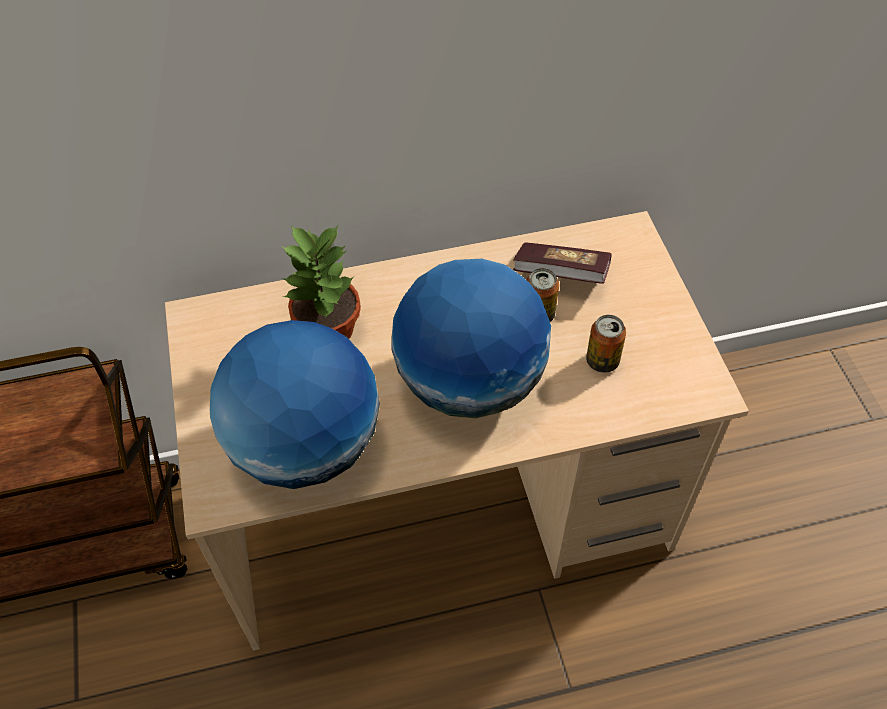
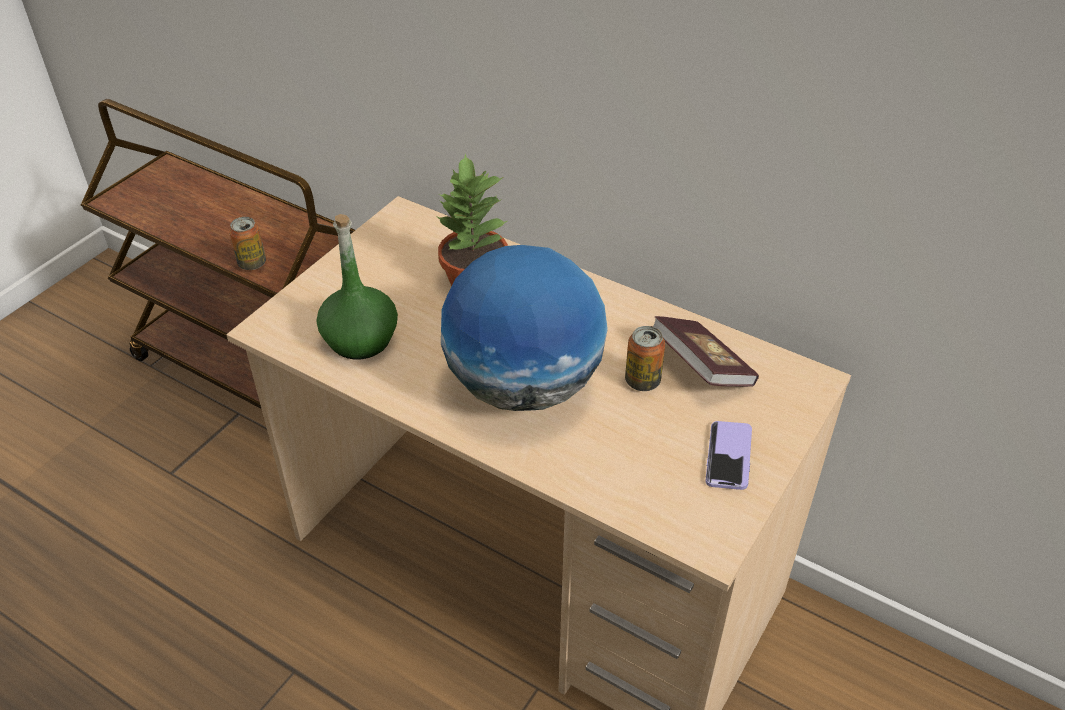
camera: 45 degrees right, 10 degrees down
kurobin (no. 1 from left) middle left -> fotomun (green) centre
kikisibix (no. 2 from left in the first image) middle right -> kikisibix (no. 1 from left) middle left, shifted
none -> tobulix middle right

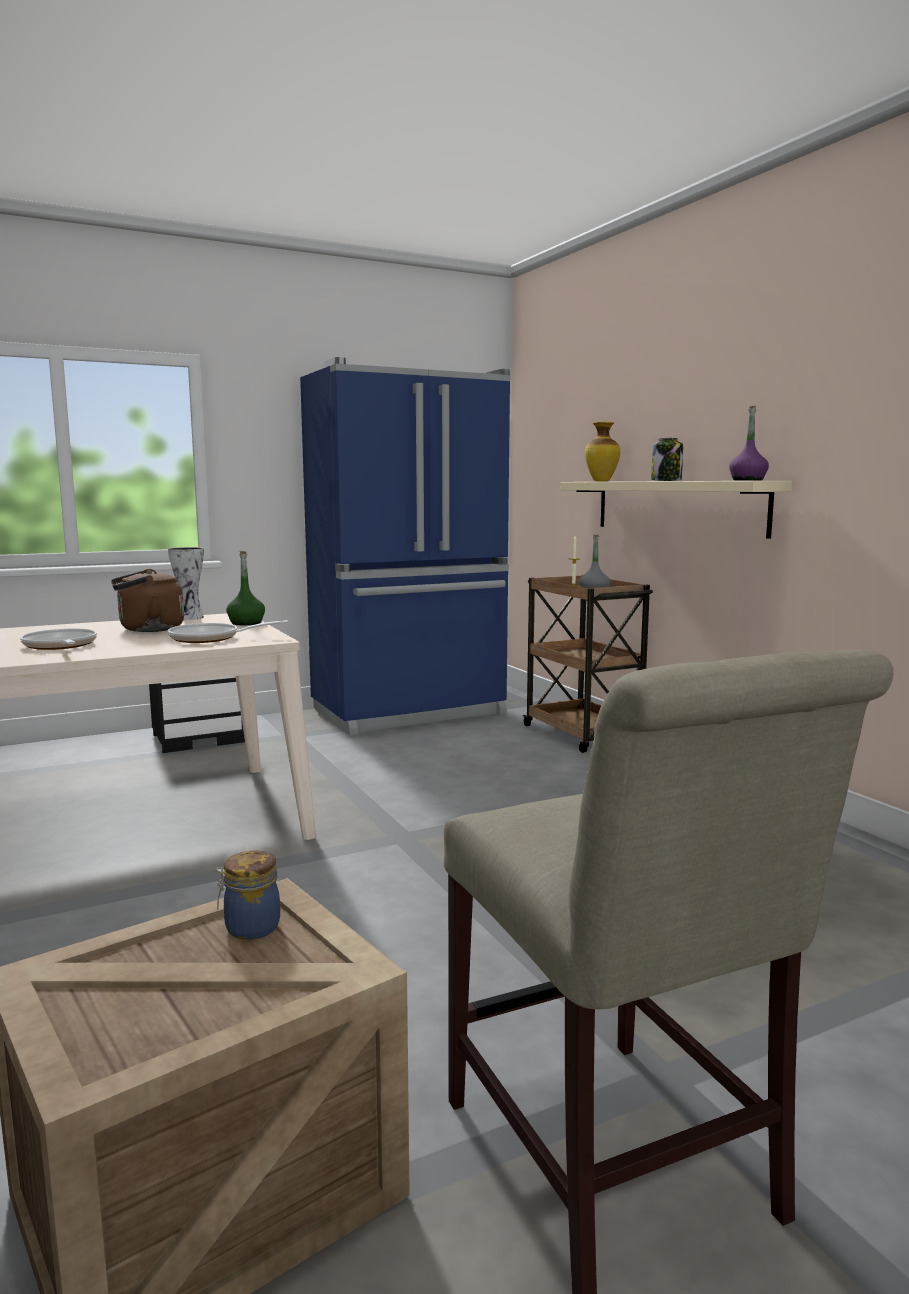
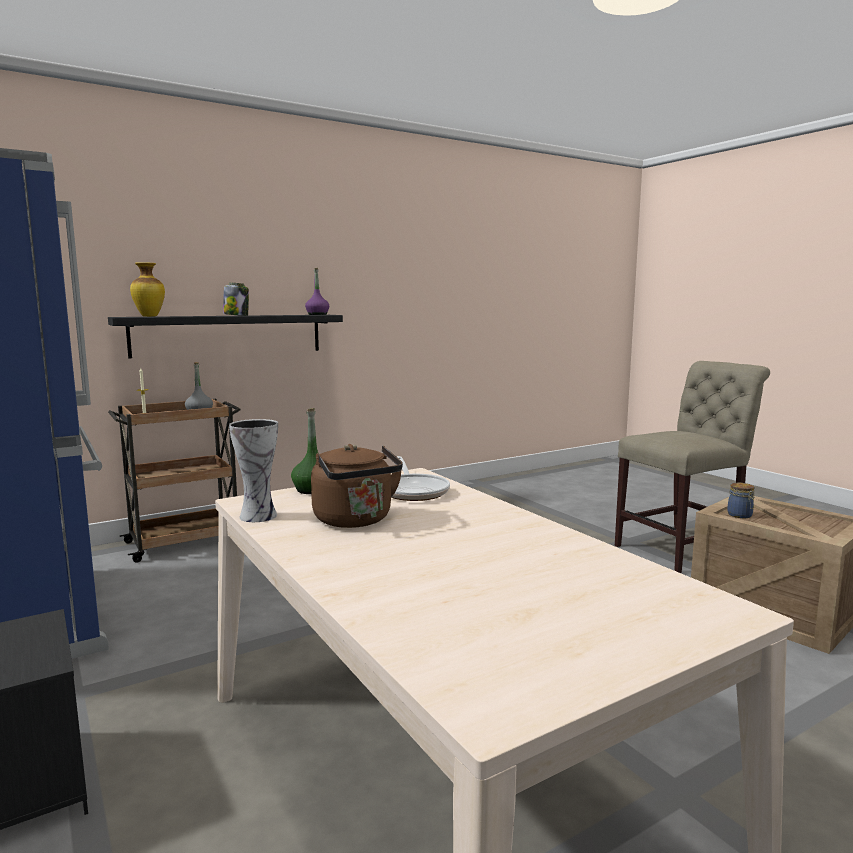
camera: 95 degrees left, 0 degrees up
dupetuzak (no. 1 from left) middle left -> none
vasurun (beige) middle right -> vasurun (black) middle left

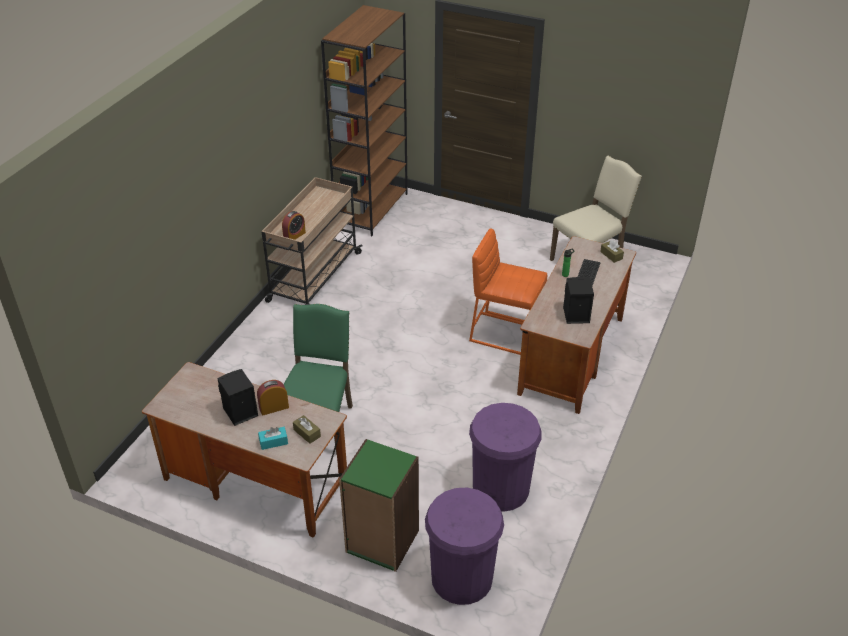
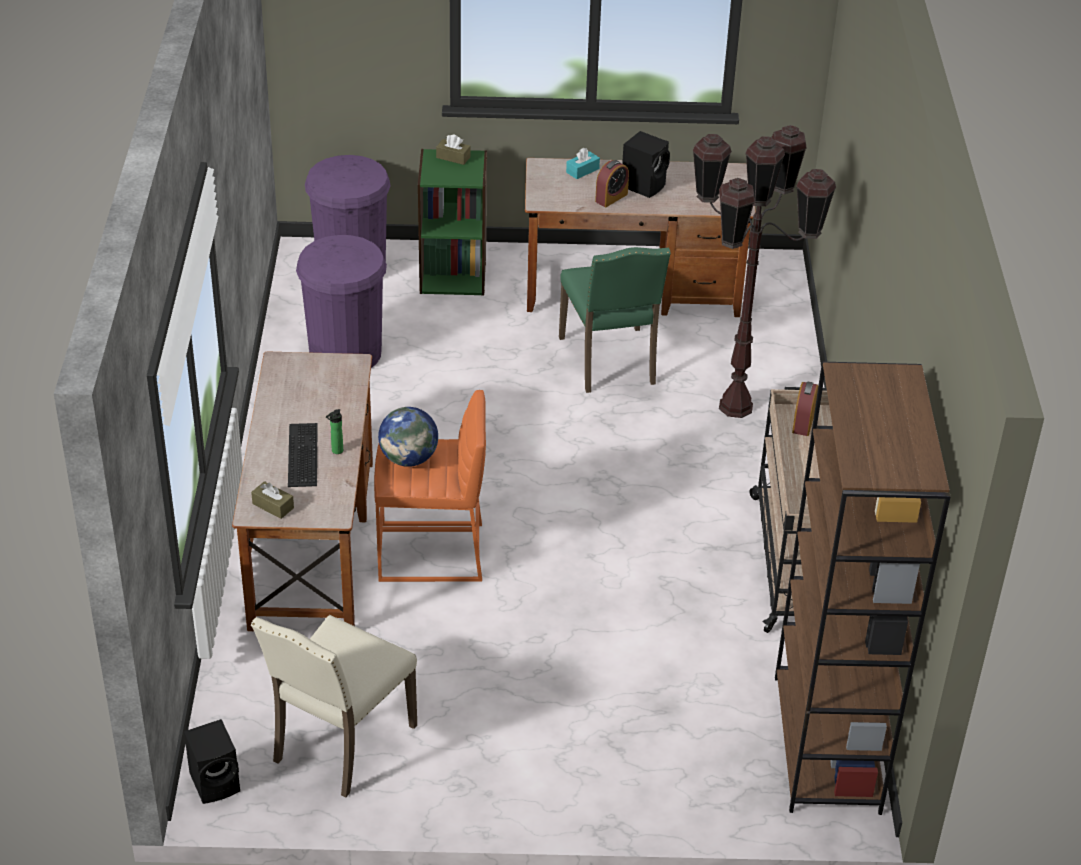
camera: 155 degrees right, 0 degrees up
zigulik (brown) (no. 1 from left in the first image) bottom centre -> zigulik (brown) (no. 2 from left) top centre, shifted
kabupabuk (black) (no. 2 from left in the first image) middle right -> kabupabuk (black) (no. 1 from left) bottom left, shifted
none -> kurobin centre
none -> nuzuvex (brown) top right

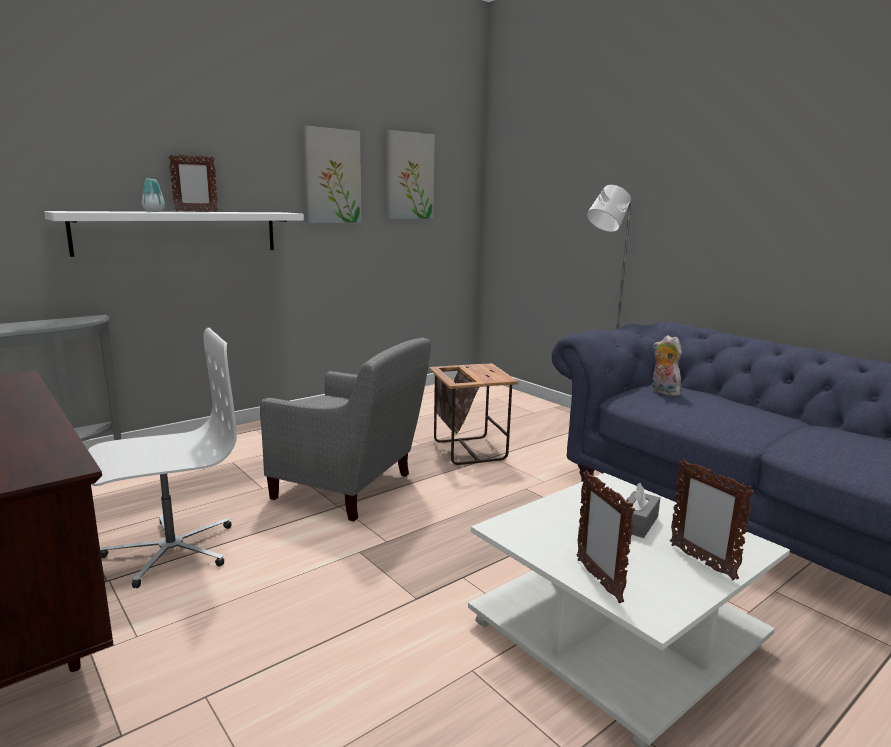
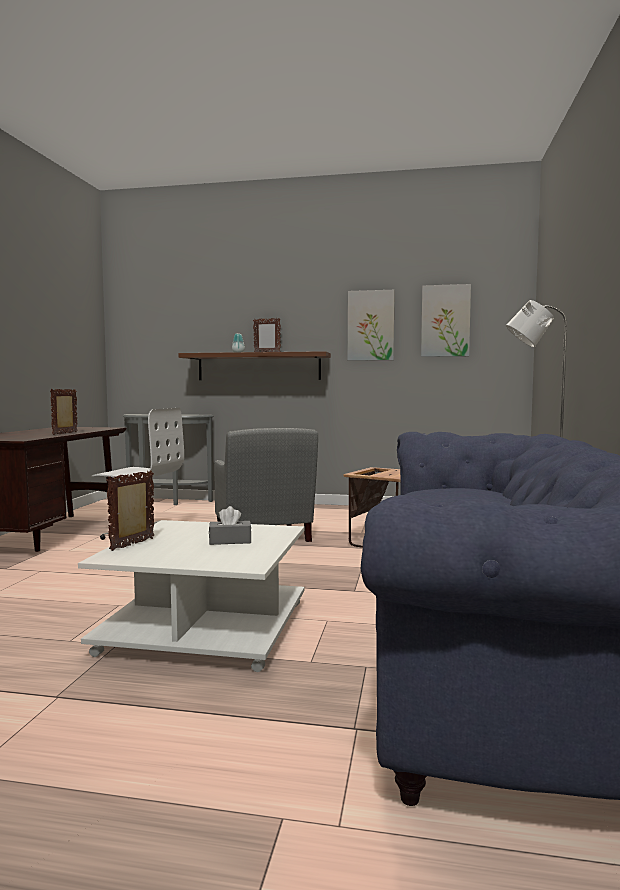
camera: 50 degrees right, 10 degrees down
vasurun (white) top left -> vasurun (brown) centre
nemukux middle right -> none
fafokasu (no. 3 from left in the first image) bottom right -> fafokasu (no. 1 from left) middle left, shifted

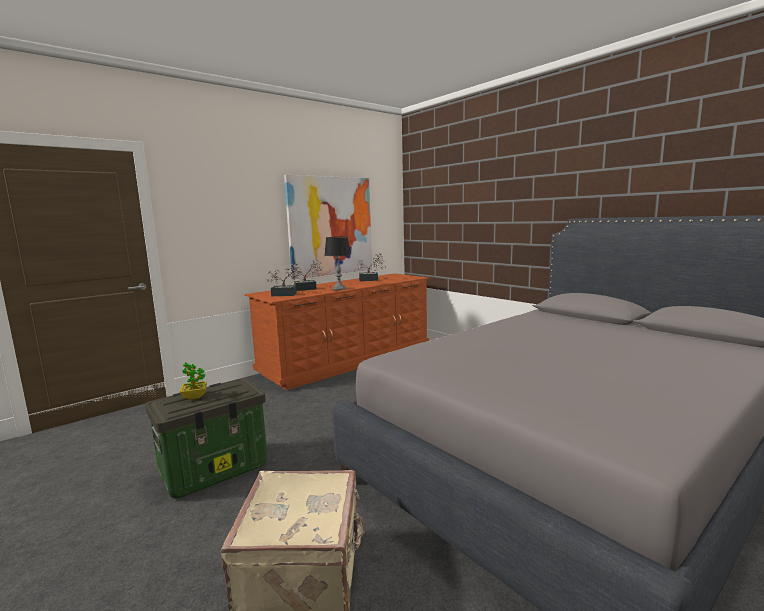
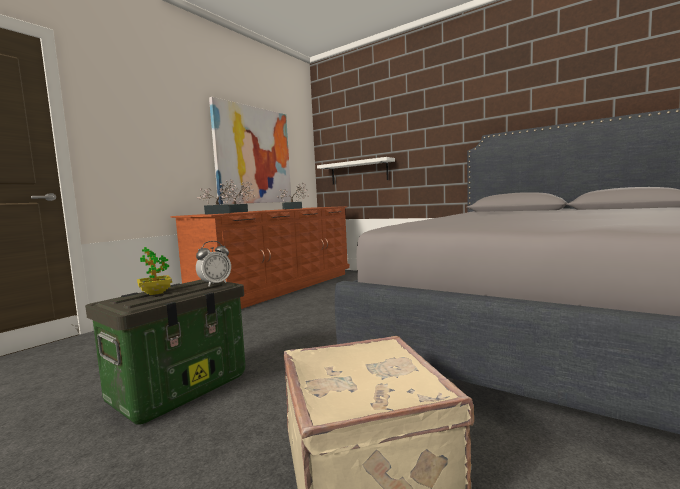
camera: 15 degrees left, 5 degrees down
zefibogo centre -> none
none -> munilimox middle left
none -> vasurun (white) centre

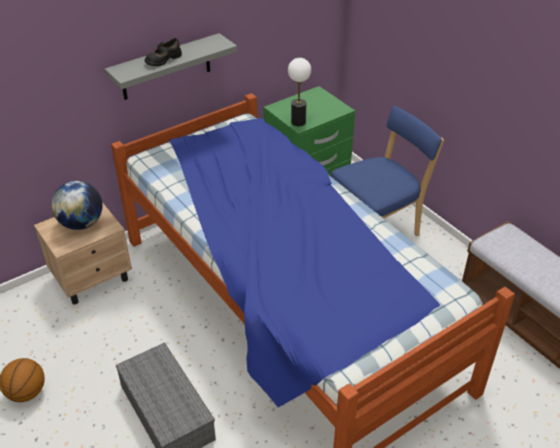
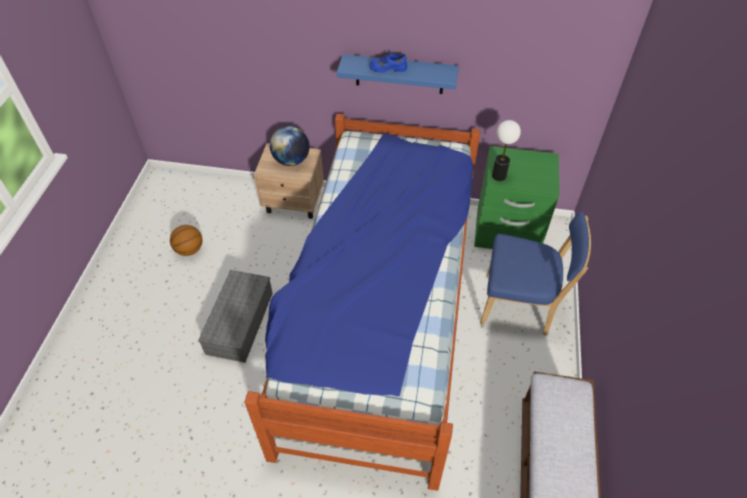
camera: 45 degrees right, 10 degrees up
vasurun (grey) top left -> vasurun (blue) top centre
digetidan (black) top left -> digetidan (blue) top centre

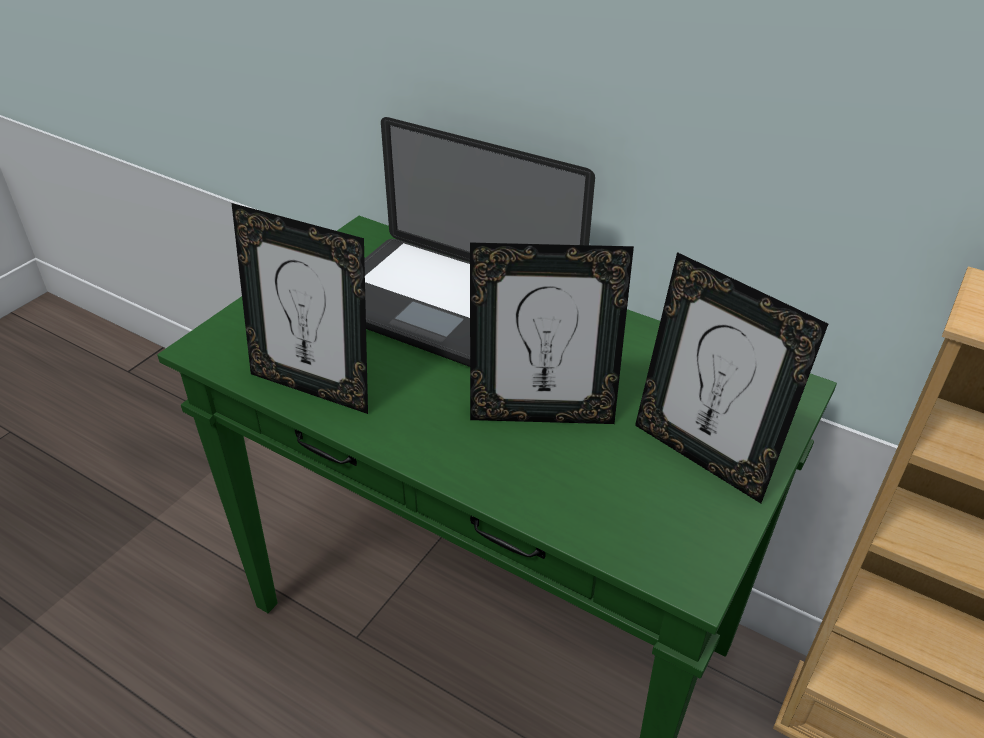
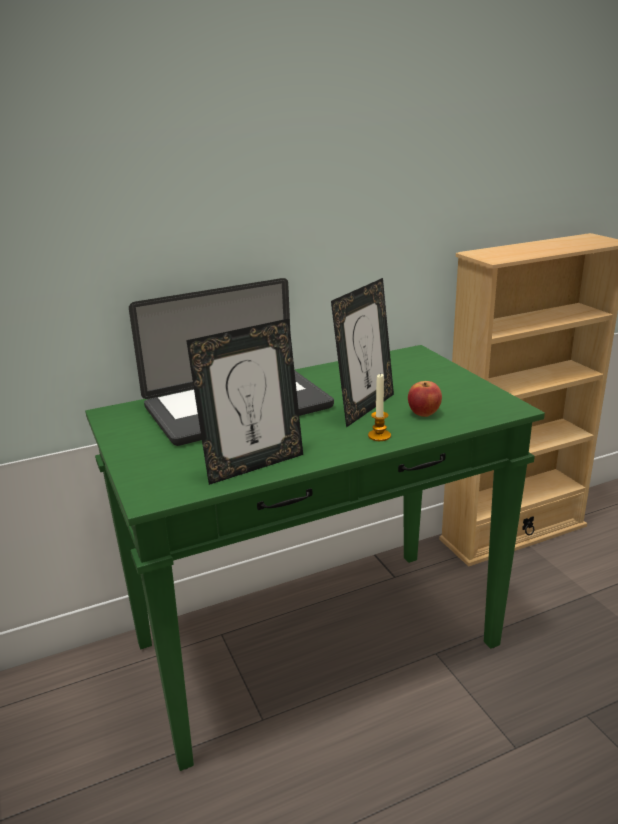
camera: 55 degrees left, 15 degrees down
fafokasu (no. 3 from left) middle right -> none
none -> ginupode centre
none -> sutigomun middle right

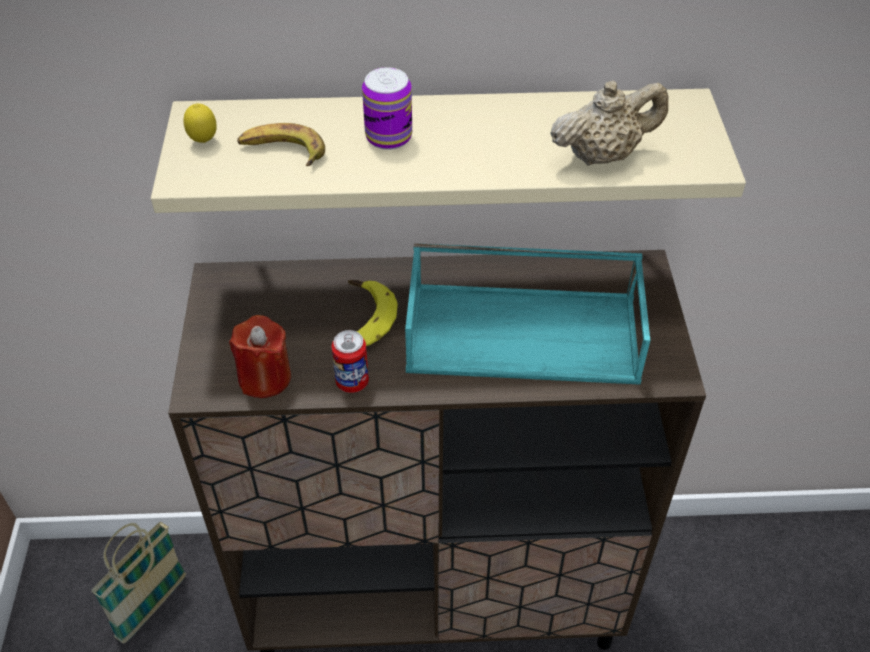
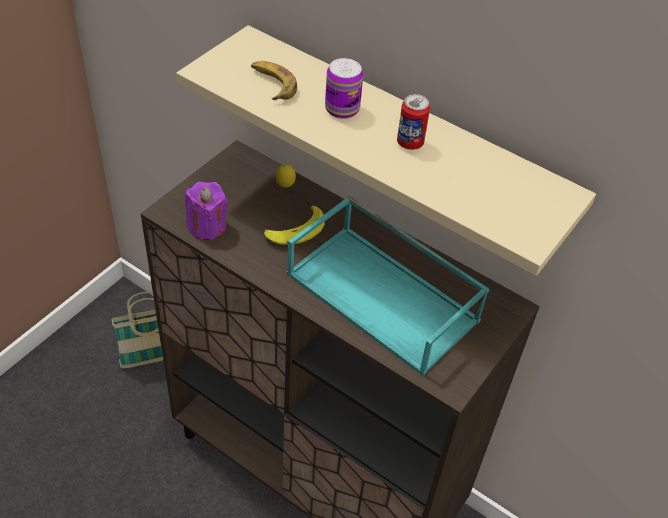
camera: 35 degrees right, 0 degrees up
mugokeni top left -> mugokeni centre, shifted
ginupode (red) middle left -> ginupode (purple) middle left
kikisibix (no. 1 from left in the first image) centre -> kikisibix (no. 2 from left) top centre, shifted
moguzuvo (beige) top right -> none

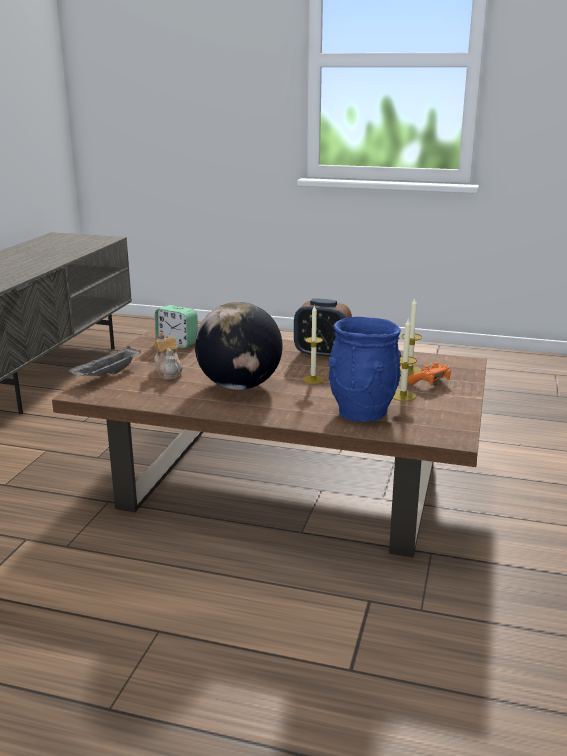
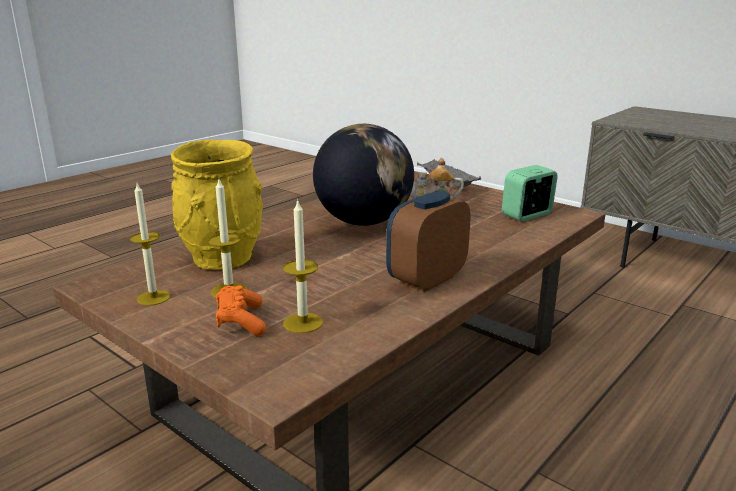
camera: 115 degrees right, 0 degrees up
ginupode (no. 1 from left) centre -> ginupode (no. 1 from left) middle left, shifted
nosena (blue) centre -> nosena (yellow) middle left

